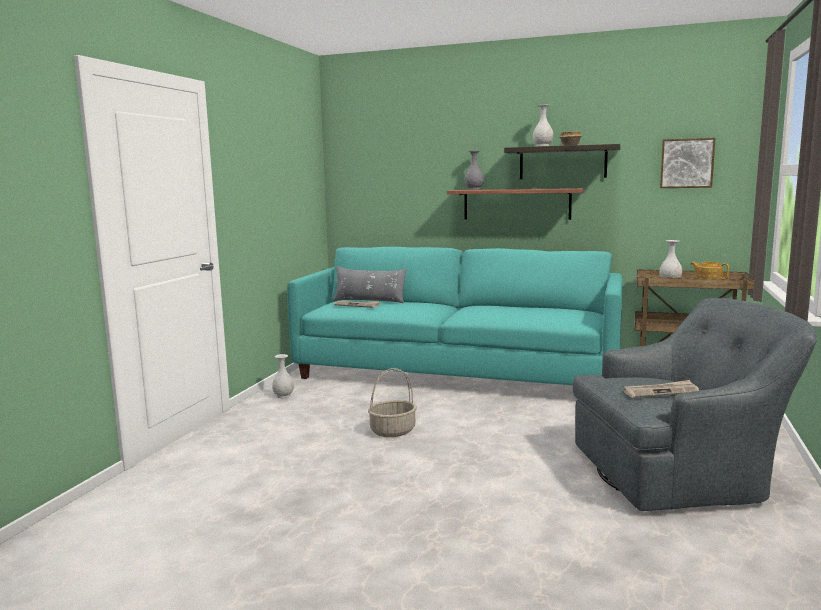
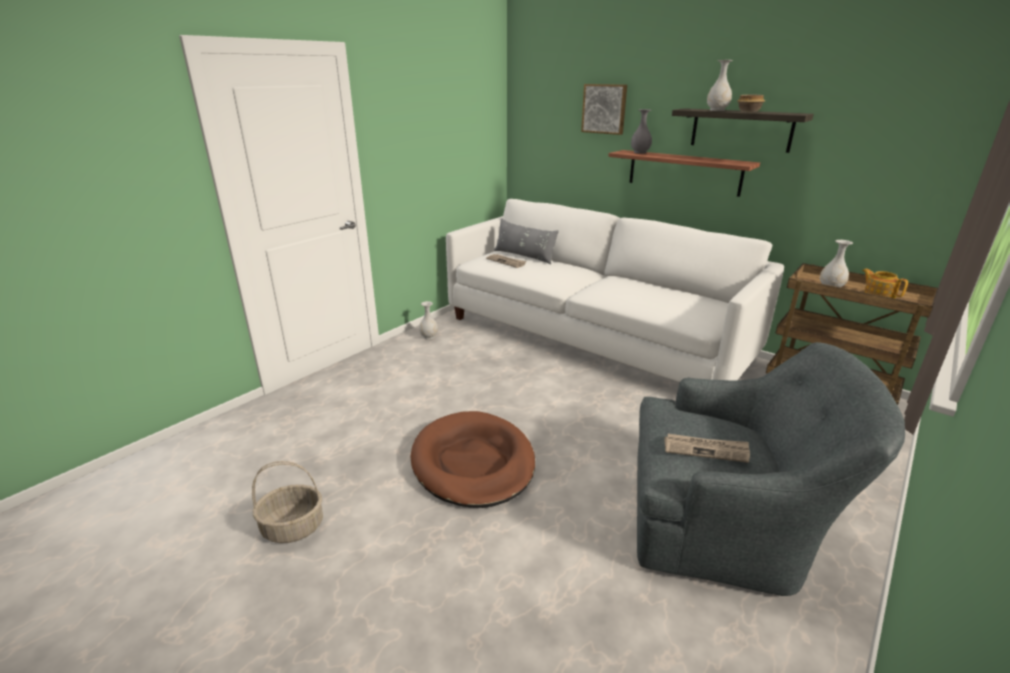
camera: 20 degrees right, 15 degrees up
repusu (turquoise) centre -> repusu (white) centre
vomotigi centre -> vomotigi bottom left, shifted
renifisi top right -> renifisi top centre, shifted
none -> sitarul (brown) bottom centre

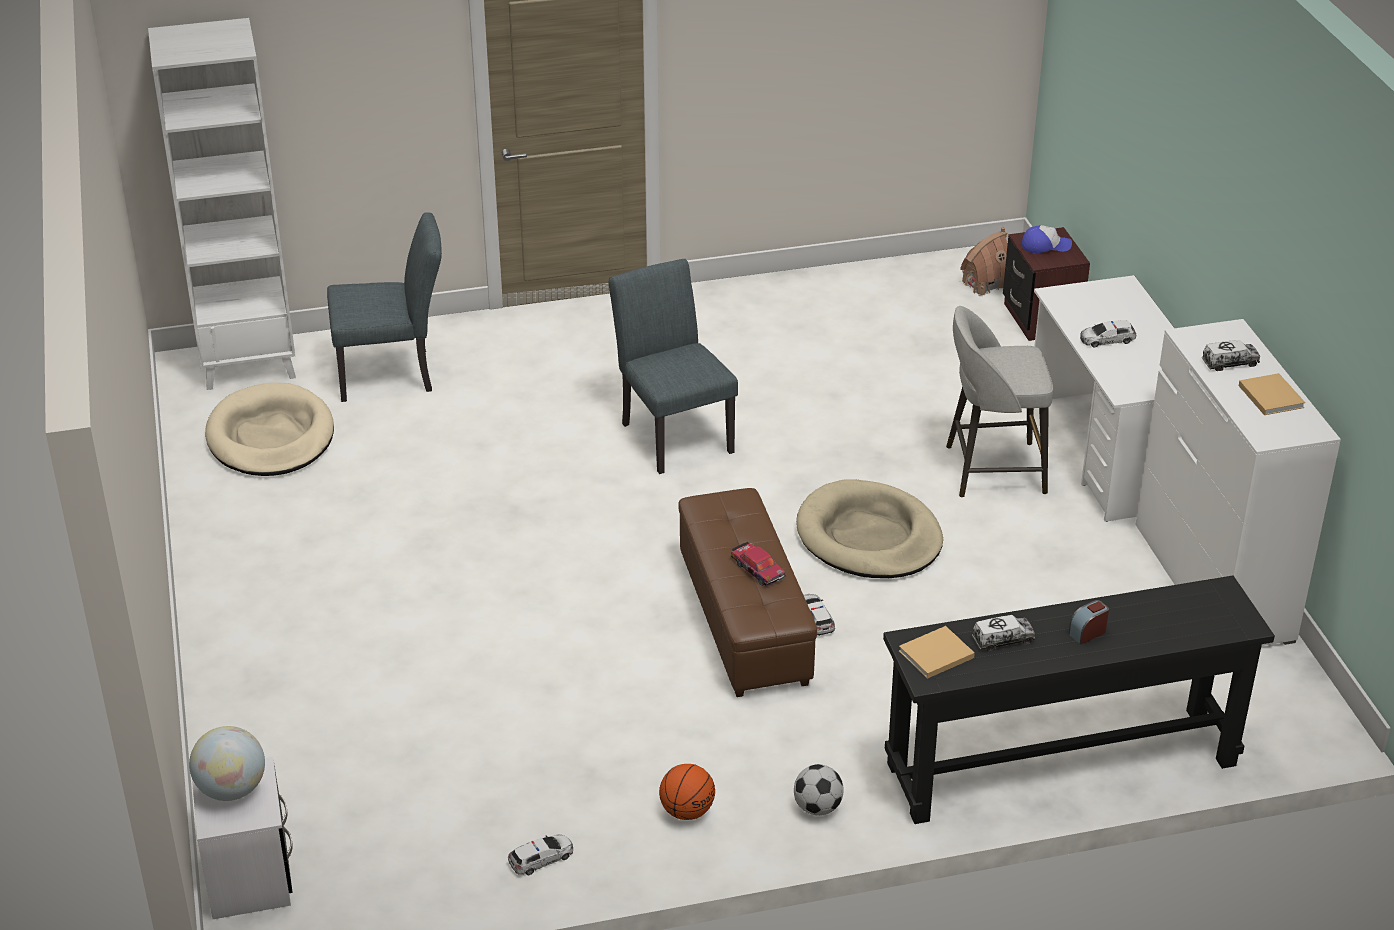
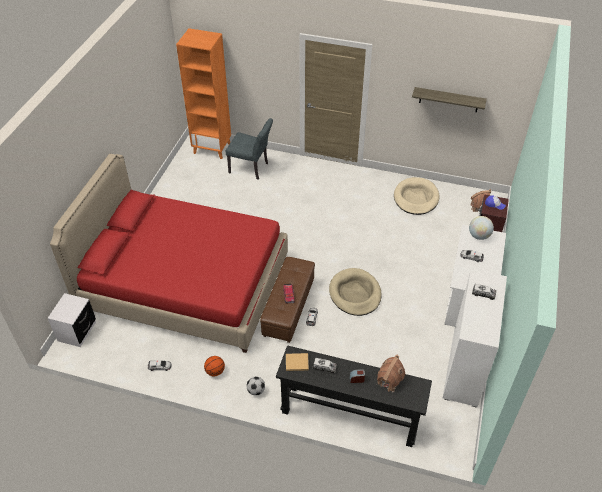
camera: 30 degrees right, 10 degrees up
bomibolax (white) top left -> bomibolax (orange) top centre
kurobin bottom left -> kurobin middle right, shifted
sitarul (beige) (no. 1 from left in the first image) middle left -> sitarul (beige) (no. 2 from left) middle right, shifted
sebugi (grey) (no. 2 from left) centre -> none
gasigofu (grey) middle right -> none
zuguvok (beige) (no. 2 from left) middle right -> none
none -> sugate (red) middle left
none -> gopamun (no. 1 from left) bottom centre
none -> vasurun top right

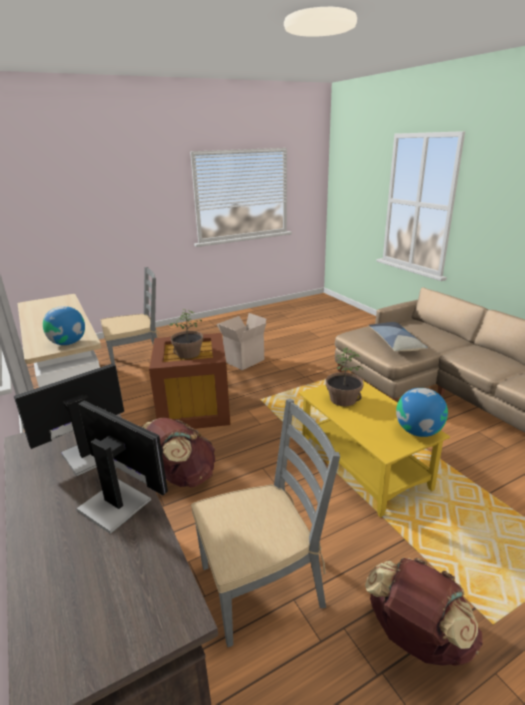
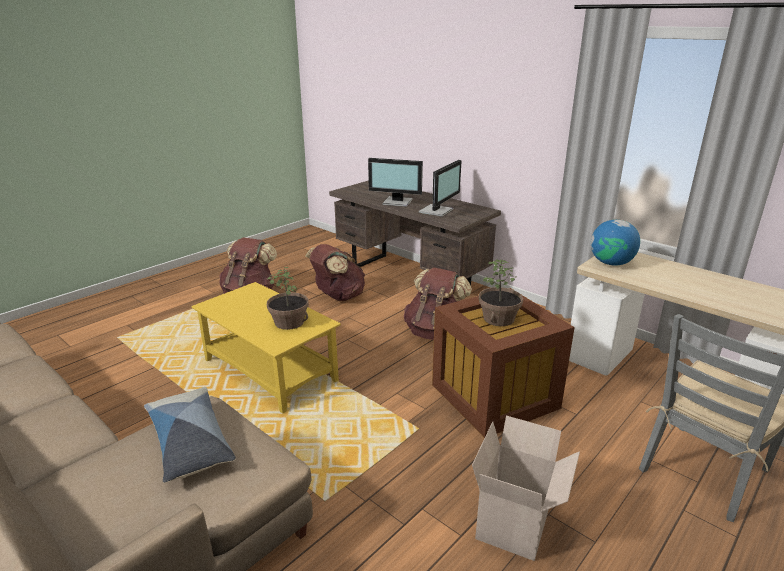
camera: 160 degrees right, 0 degrees up
sebugi (grey) (no. 2 from left) bottom centre -> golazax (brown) (no. 2 from left) centre
kurobin (no. 2 from left) middle right -> none

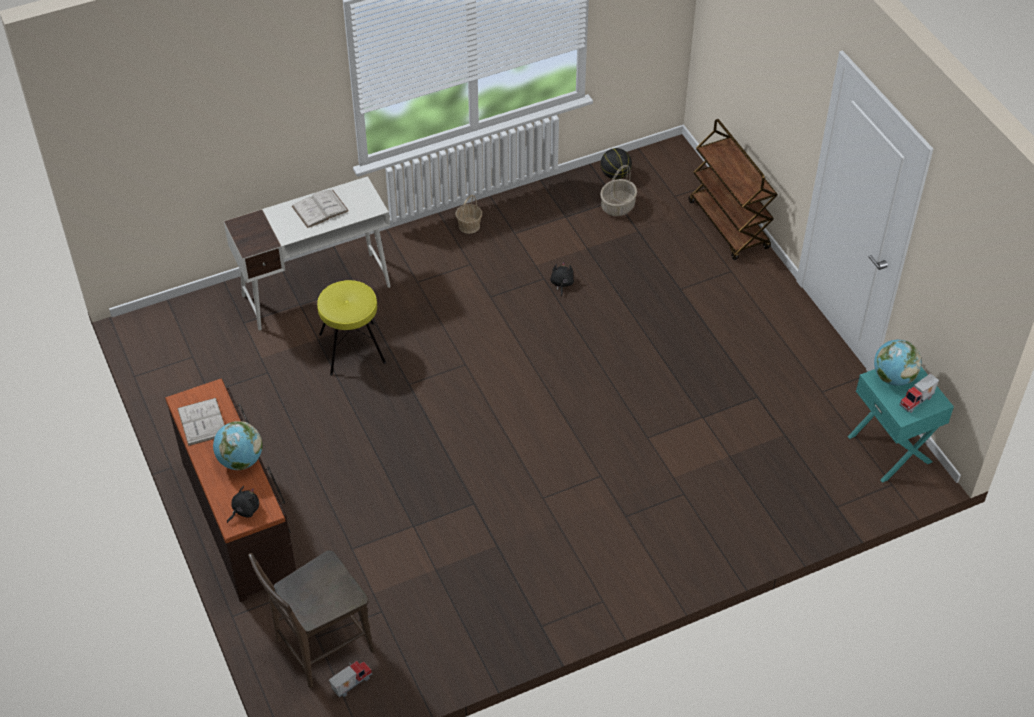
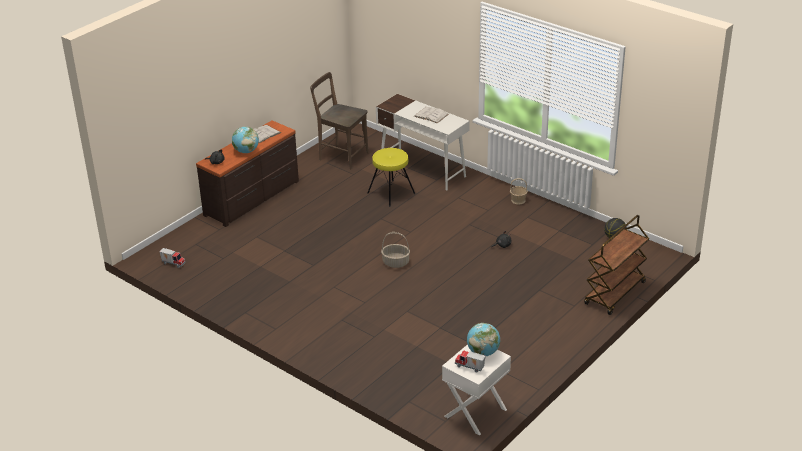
camera: 65 degrees right, 15 degrees down
sebugi (brown) bottom left -> sebugi (brown) top centre, shifted
vomotigi (no. 2 from left in the first image) top centre -> vomotigi (no. 1 from left) centre, shifted
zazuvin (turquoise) middle right -> zazuvin (white) bottom centre

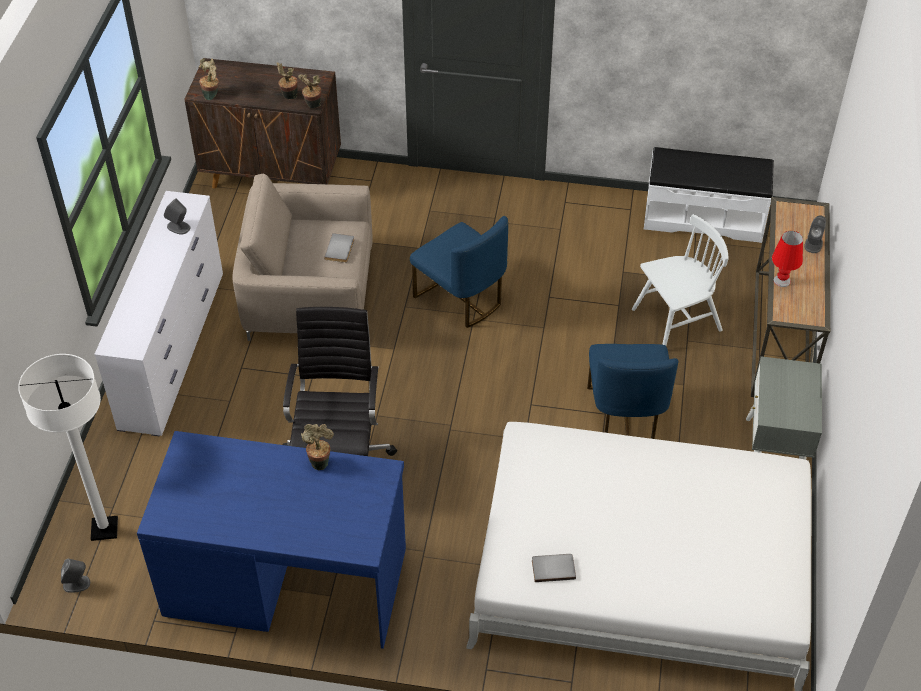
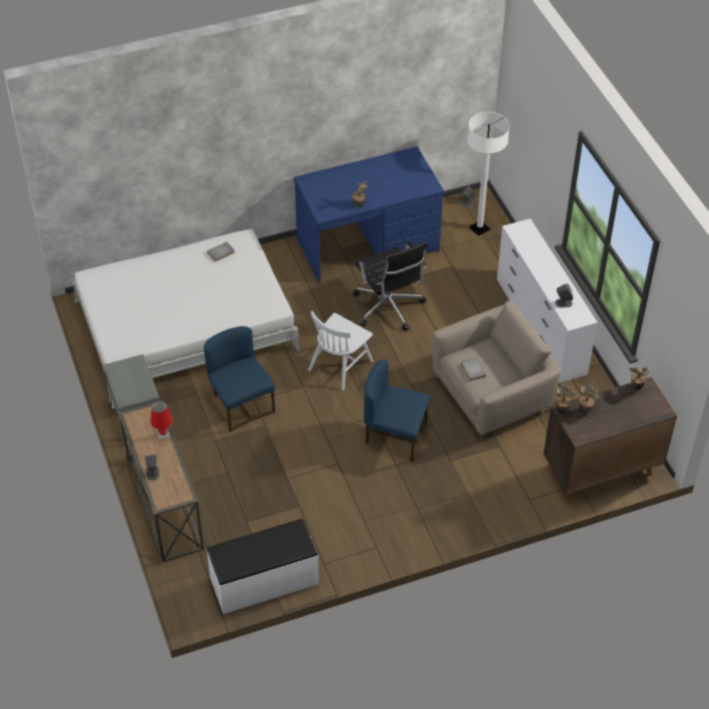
camera: 150 degrees right, 0 degrees up
sebugi (white) middle right -> sebugi (white) centre, shifted

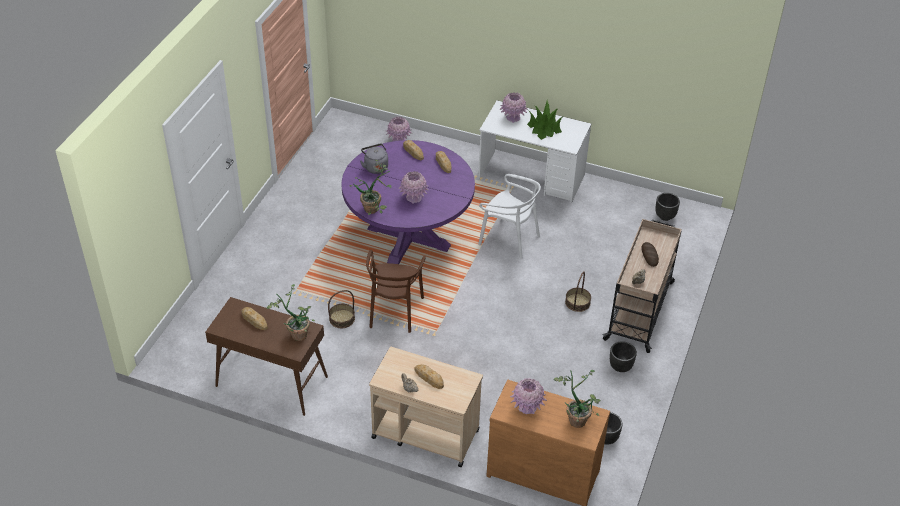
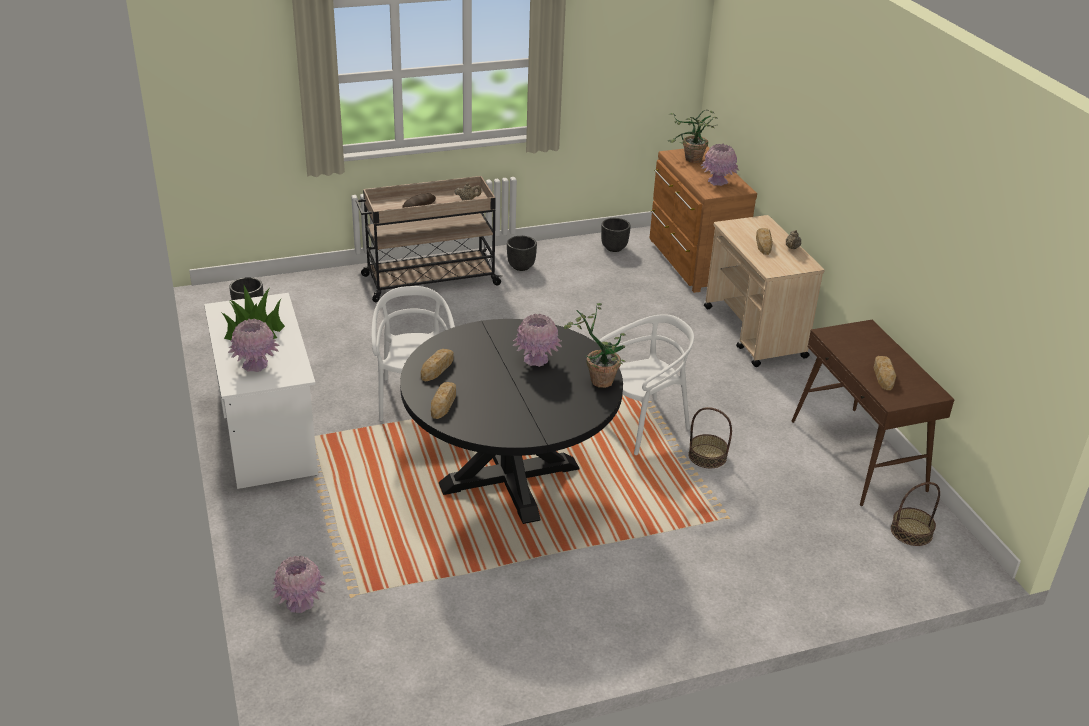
camera: 130 degrees left, 10 degrees down
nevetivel (no. 1 from left) middle left -> none
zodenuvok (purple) centre -> zodenuvok (black) centre
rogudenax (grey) top centre -> none
sebugi (brown) centre -> sebugi (white) (no. 2 from left) centre
vomotigi (no. 2 from left) centre -> vomotigi (no. 2 from left) bottom right, shifted

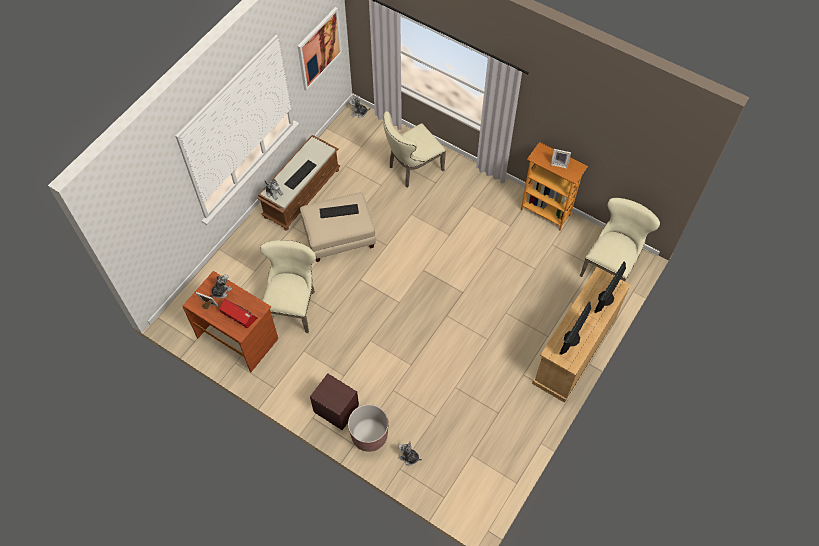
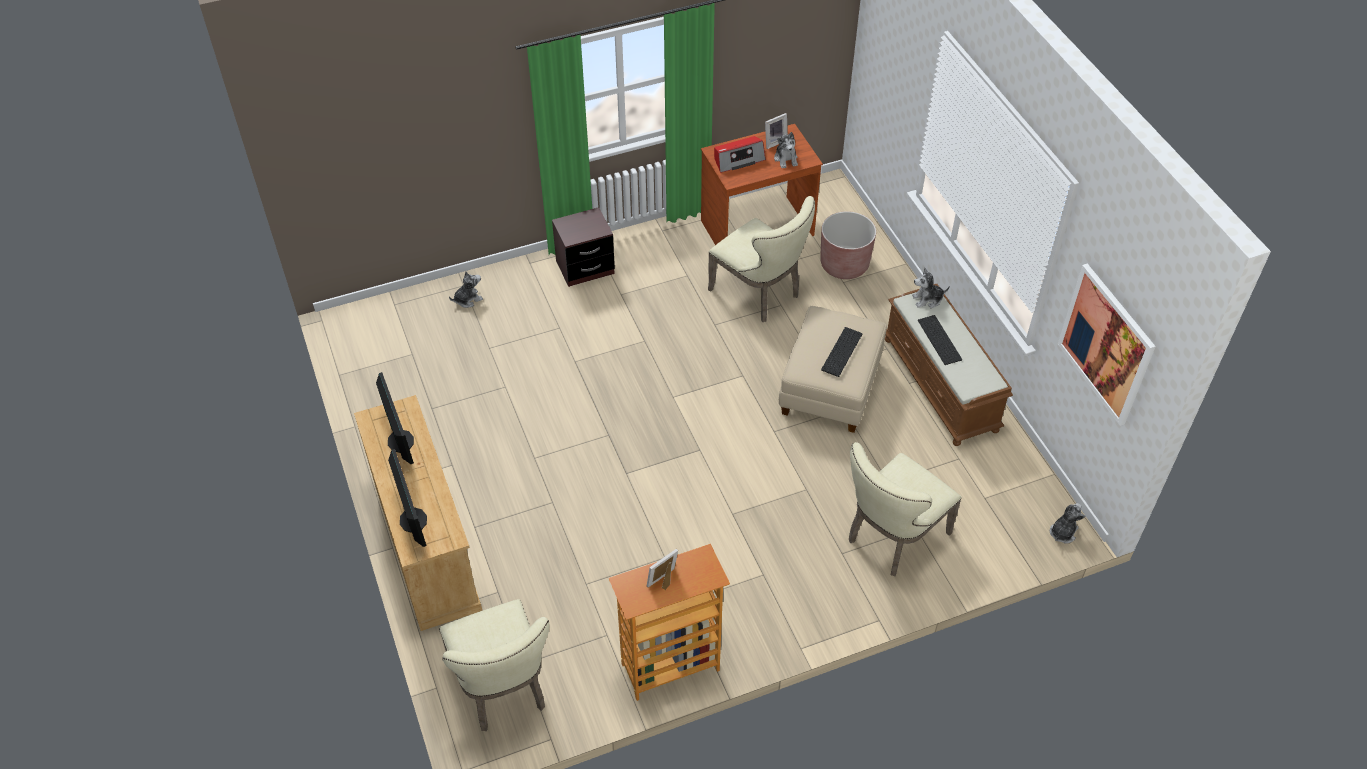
camera: 125 degrees right, 10 degrees down
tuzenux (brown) bottom centre -> tuzenux (brown) top centre, shifted
sebugi (beige) (no. 2 from left in the first image) top centre -> sebugi (beige) (no. 3 from left) centre, 135 degrees counterclockwise

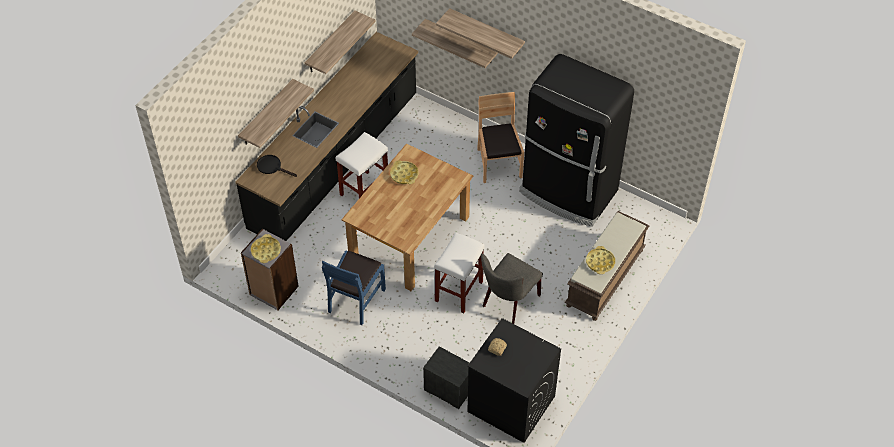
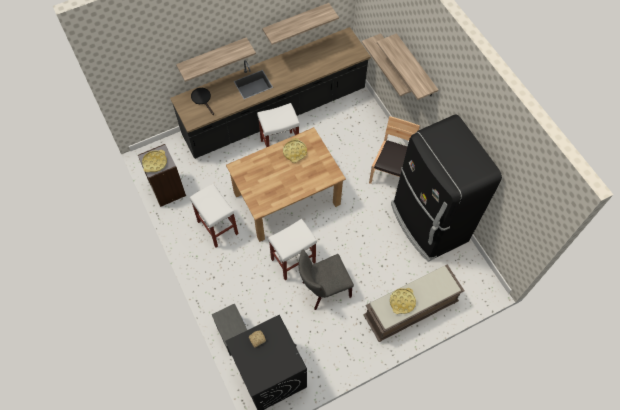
camera: 30 degrees right, 10 degrees up
sebugi (blue) centre -> gasigofu (white) (no. 1 from left) centre

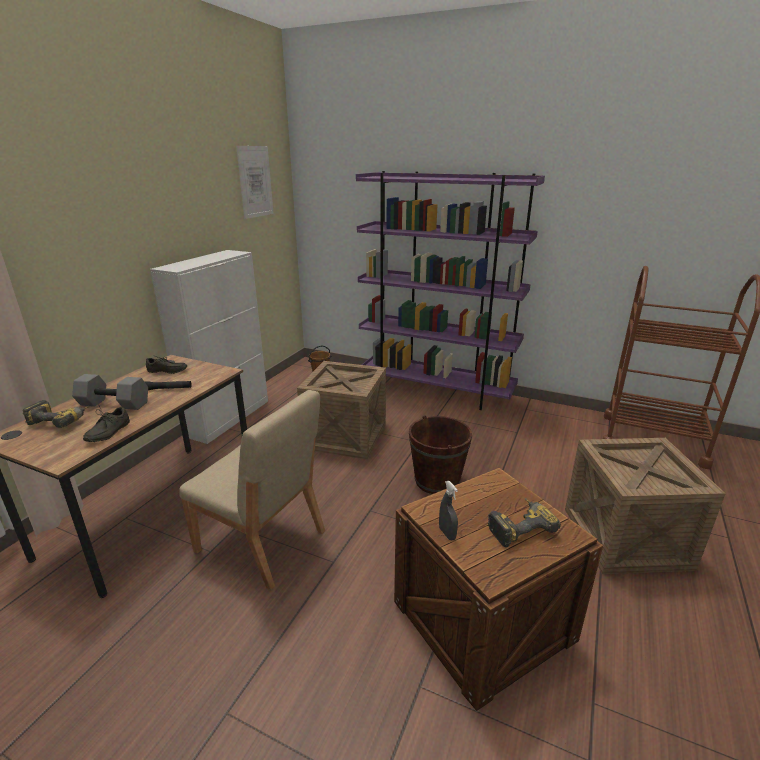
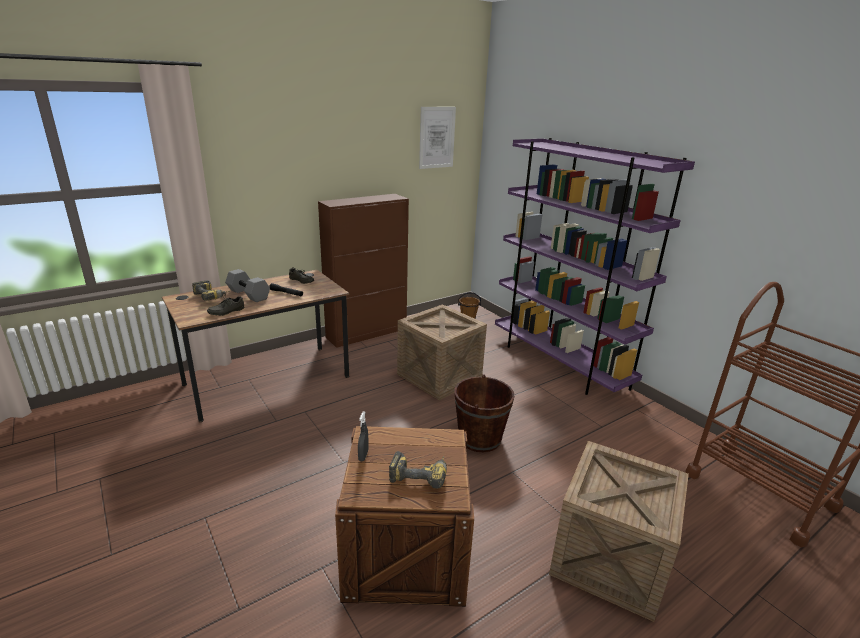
camera: 30 degrees right, 0 degrees up
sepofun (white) middle left -> sepofun (brown) centre
sebugi (beige) middle left -> none

